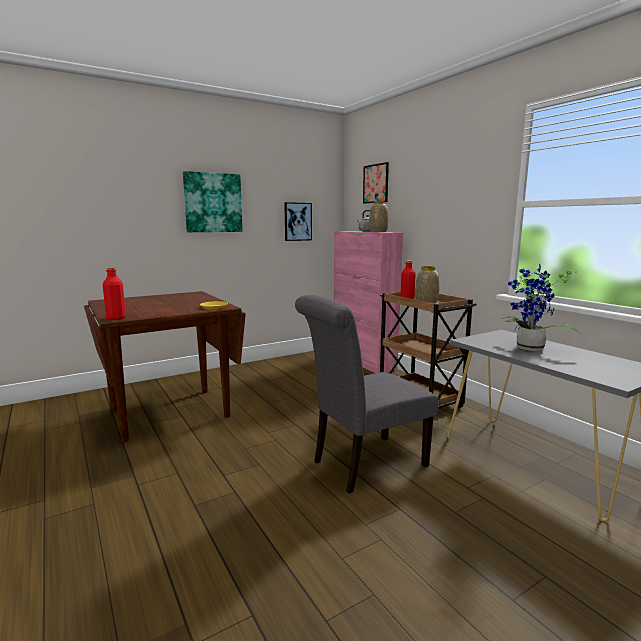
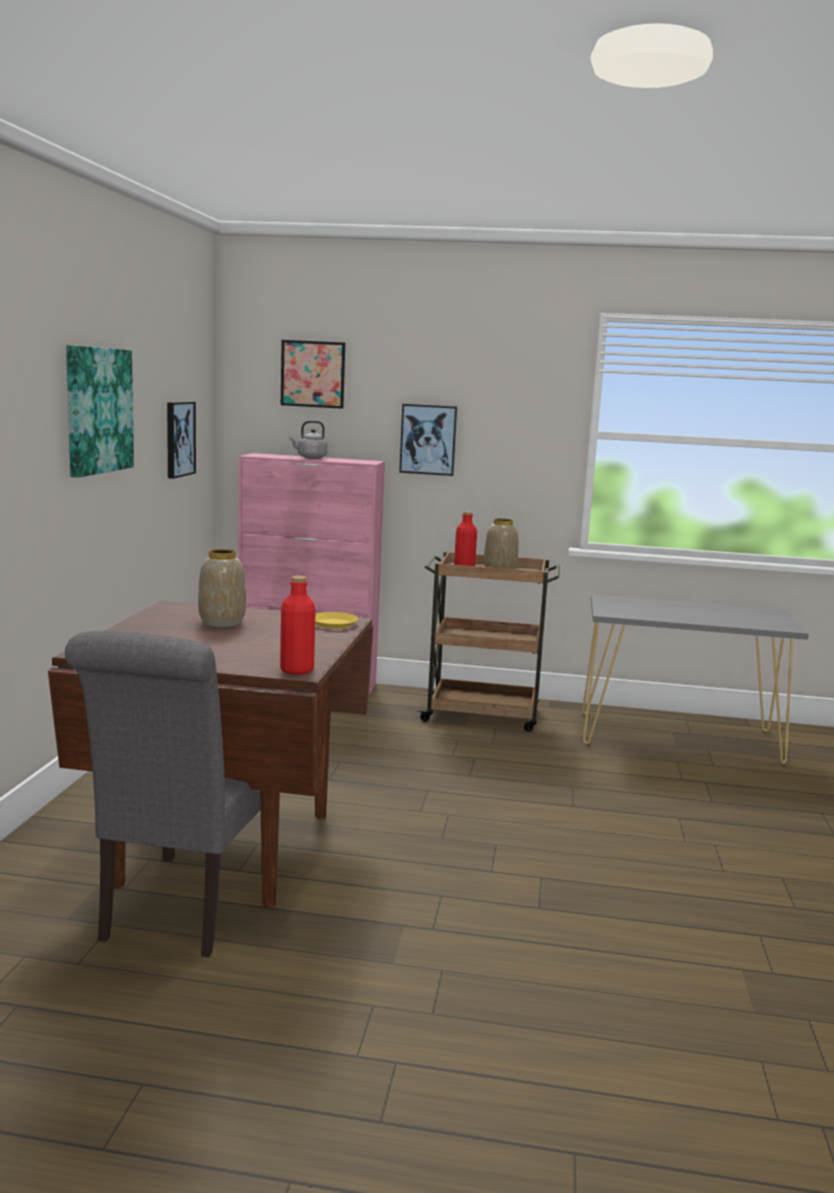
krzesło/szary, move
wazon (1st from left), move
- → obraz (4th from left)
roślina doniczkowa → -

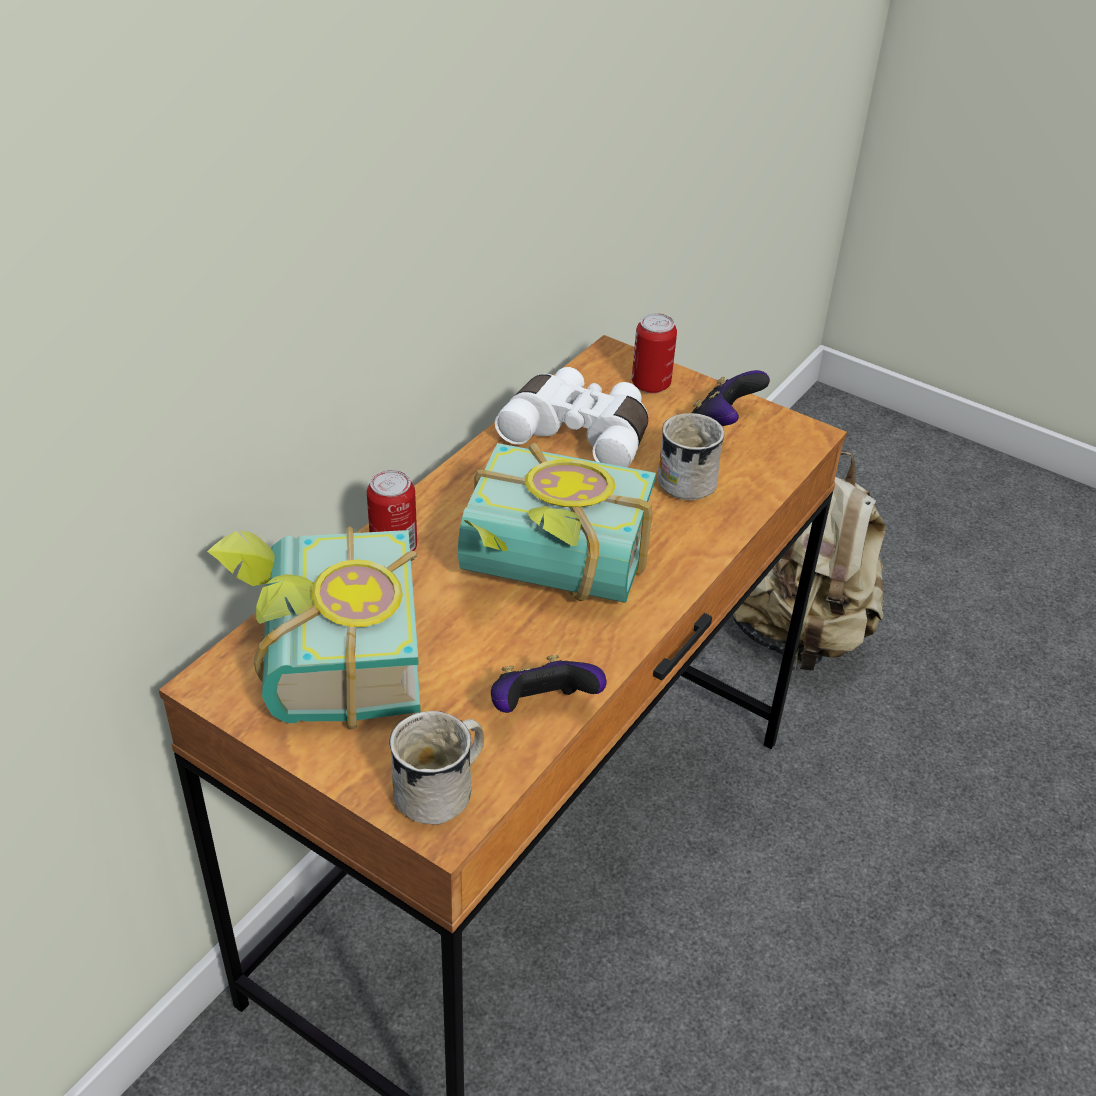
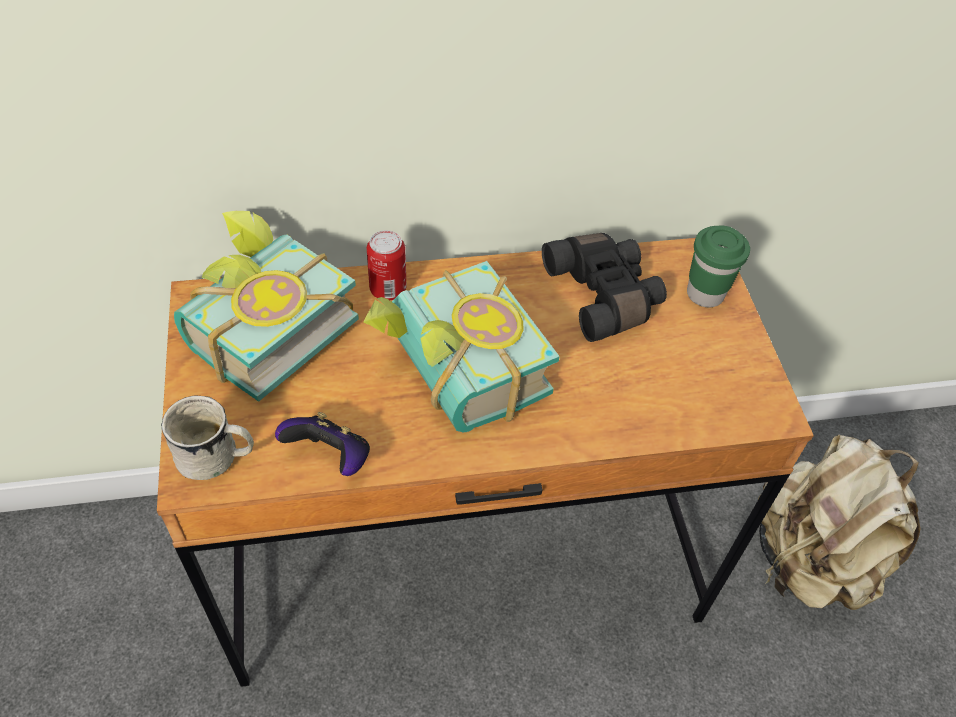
lornetka/biały → lornetka/czarny
puszka (2nd from left) → filiżanka/zielony
kubek/biały (2nd from left) → -
pad do gier (2nd from left) → -

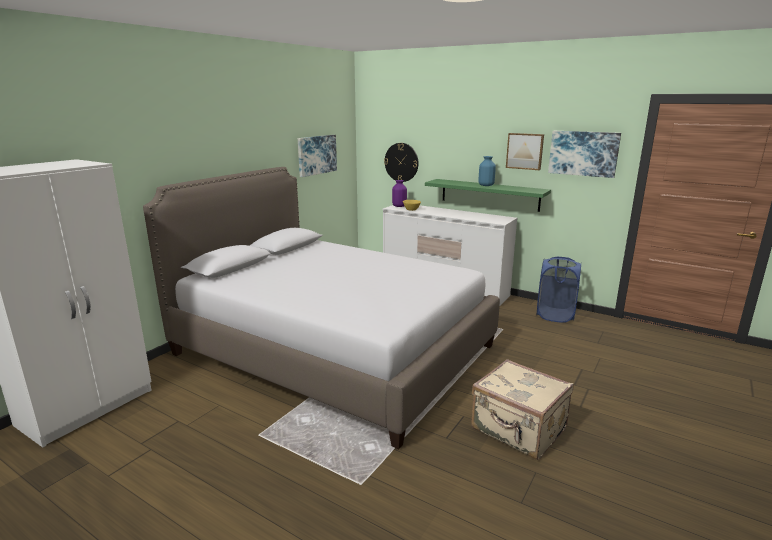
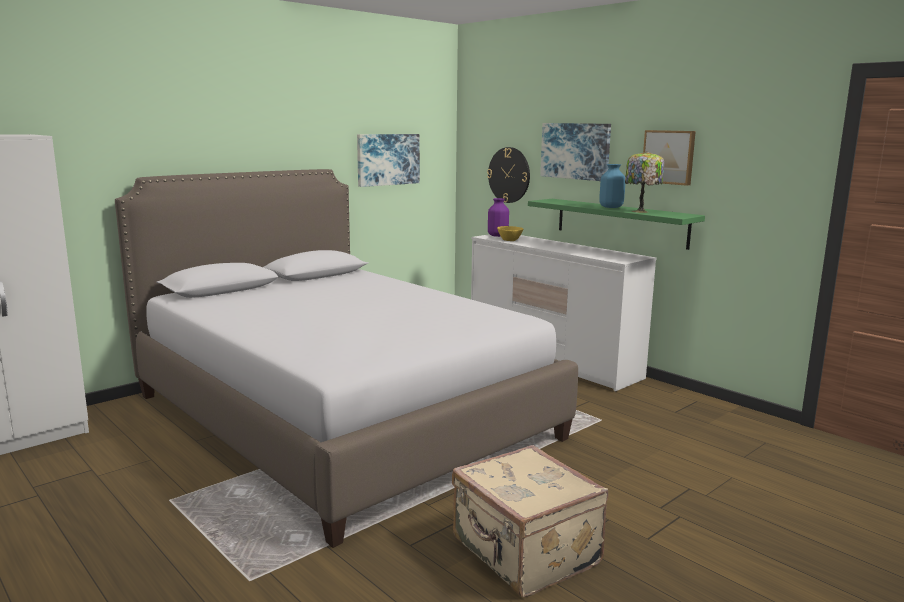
obraz (3rd from left in the first image) → obraz (2nd from left), move
- → lampa stołowa
kosz na pranie/niebieski → -

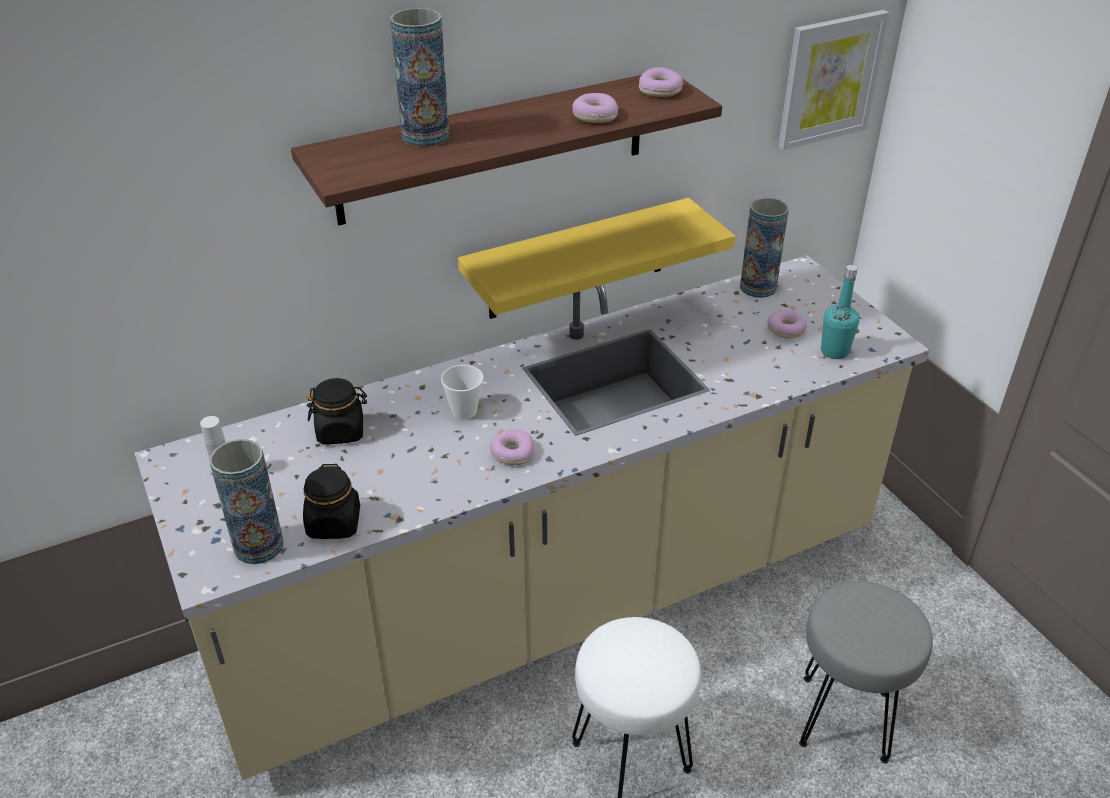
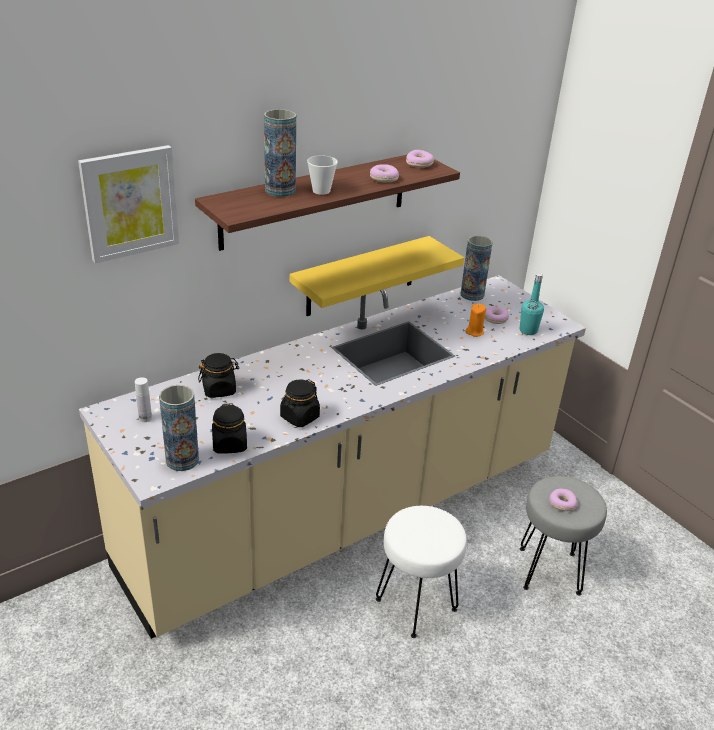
obraz, move
- → słoik/czarny (3rd from left)
filiżanka, move
- → świeca/pomarańczowy
donut (1st from left in the first image) → donut (4th from left), move

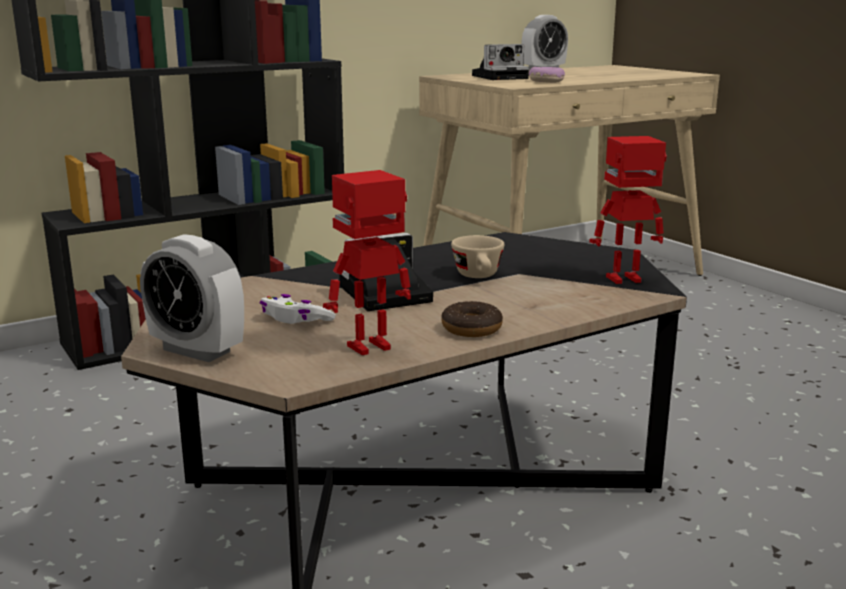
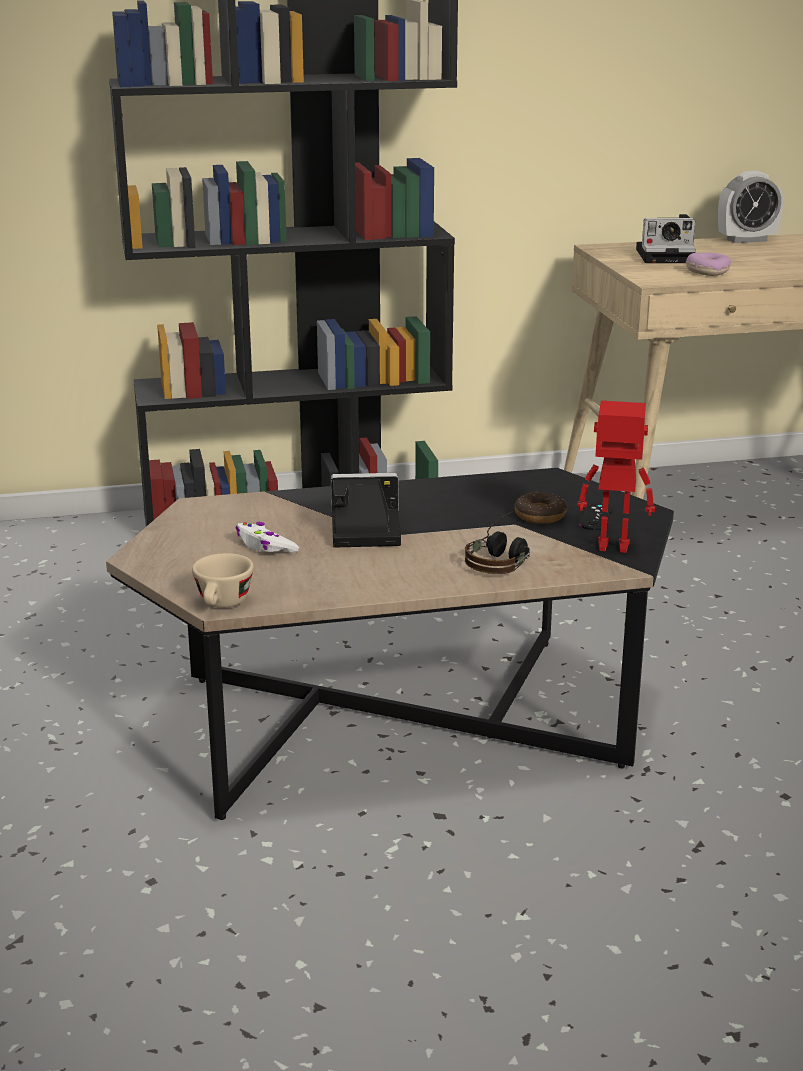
filiżanka/beżowy, move
- → słuchawki
donut (1st from left), move
- → pad do gier/czarny
budzik (1st from left) → -
robot zabawkowy (1st from left) → -

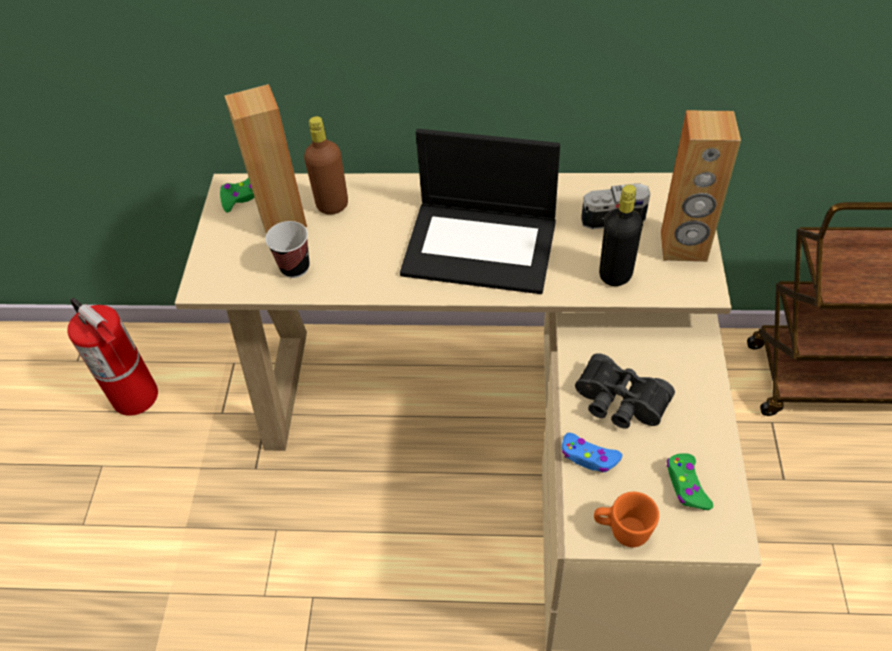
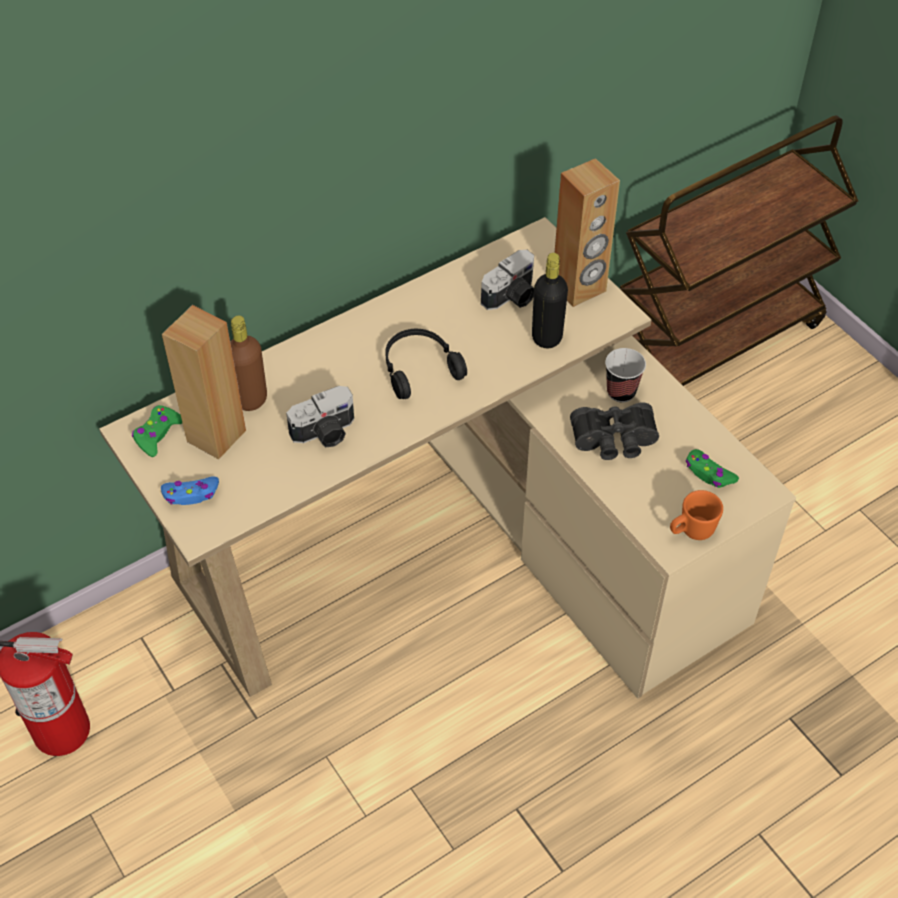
pad do gier/niebieski, move
- → aparat fotograficzny (1st from left)
laptop → słuchawki/czarny
filiżanka, move

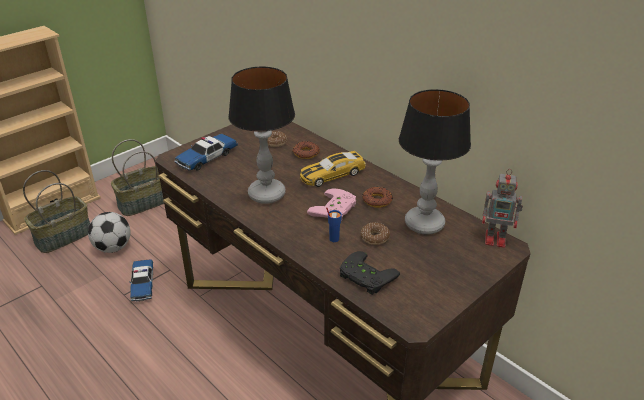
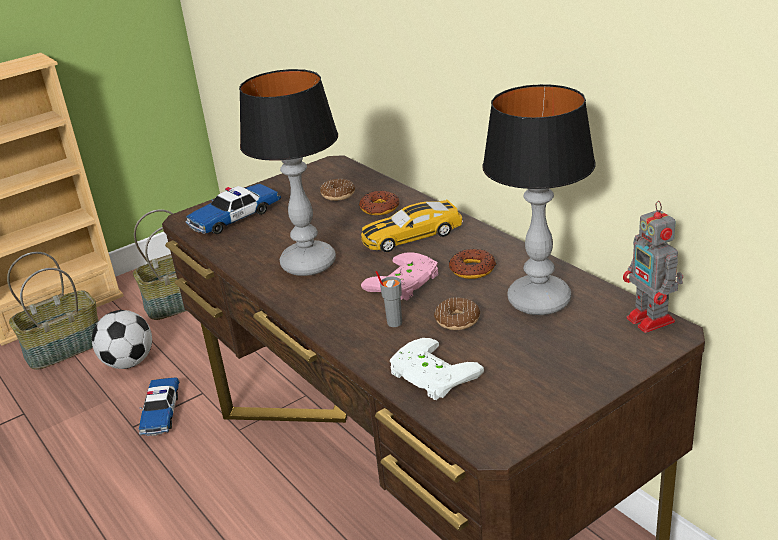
filiżanka/niebieski → filiżanka/szary
pad do gier/czarny → pad do gier/biały
robot zabawkowy, 45 degrees clockwise

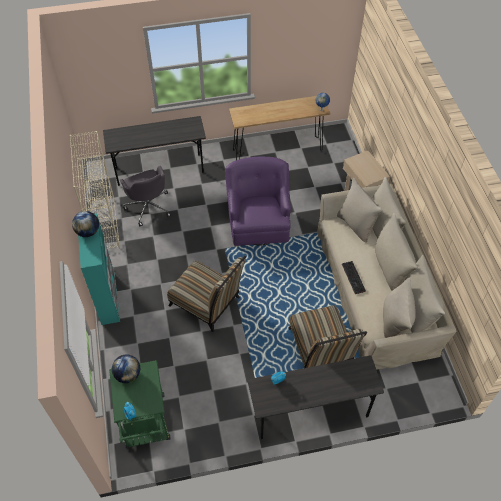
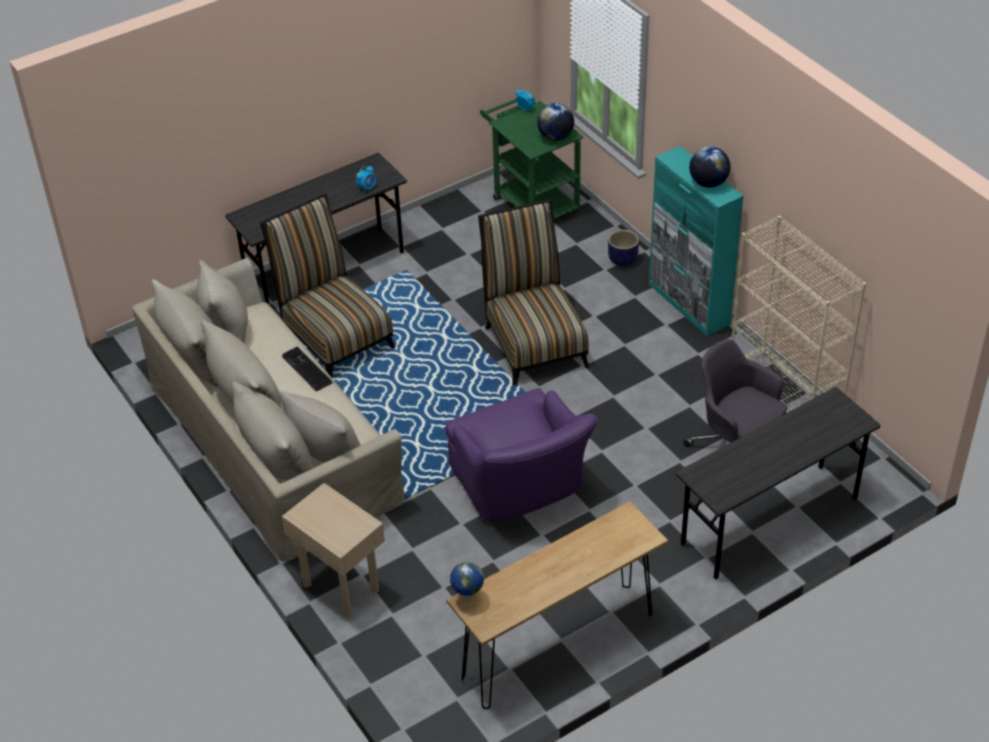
krzesło (1st from left in the first image) → krzesło (2nd from left), 60 degrees clockwise
- → donica

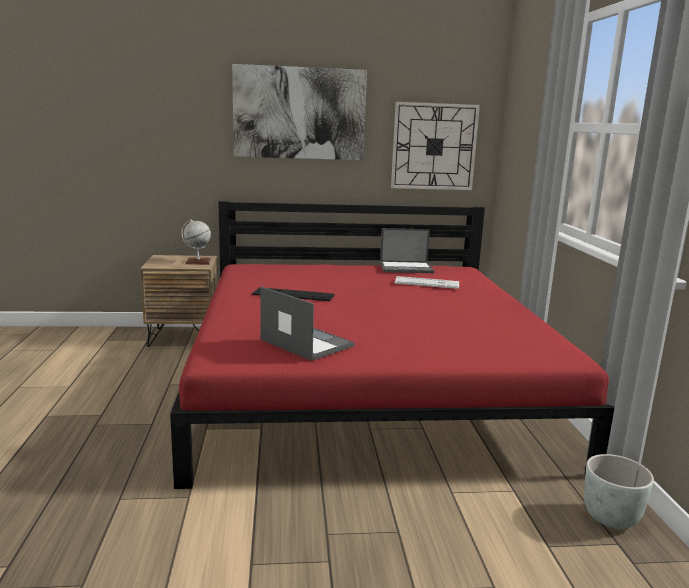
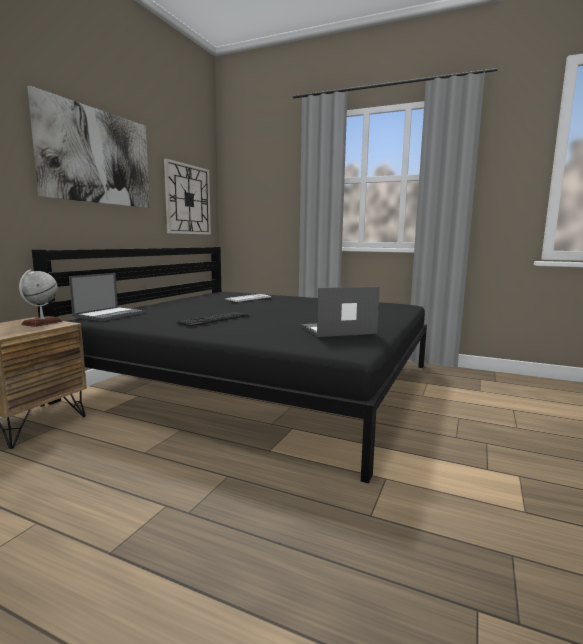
łóżko/czerwony → łóżko/czarny
laptop (2nd from left in the first image) → laptop (1st from left), move
donica/szary → -

